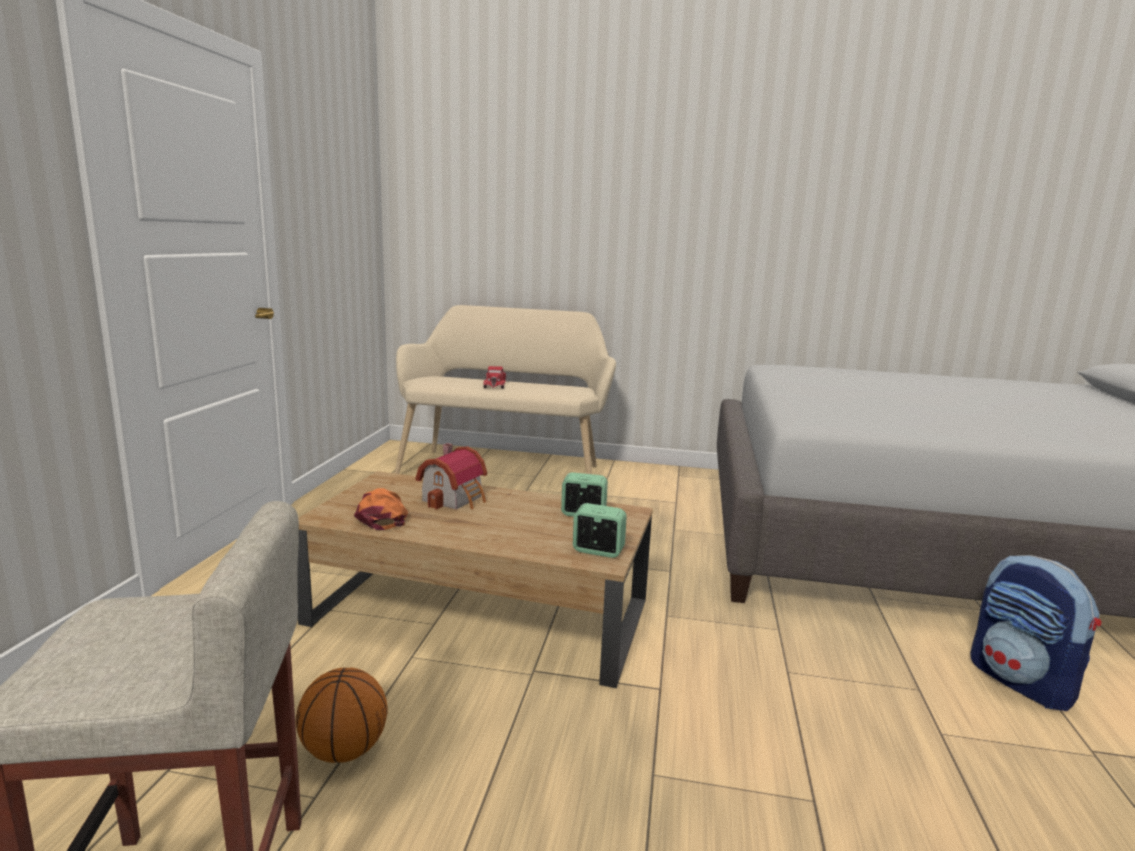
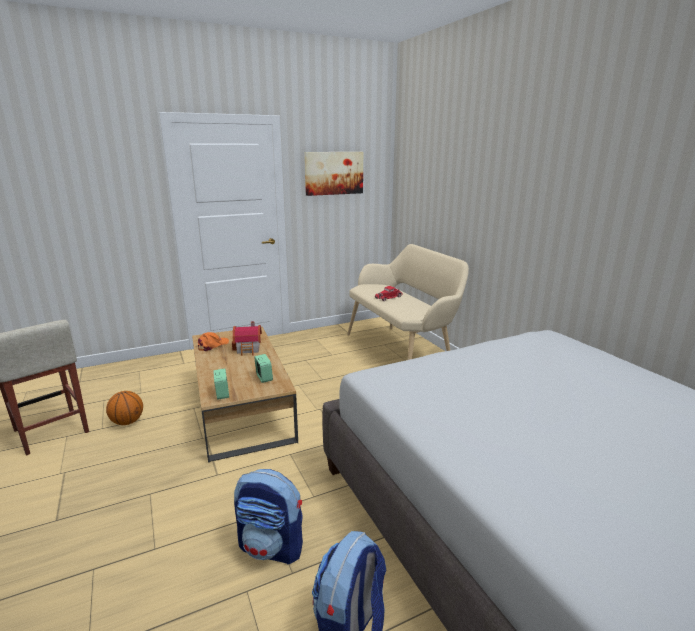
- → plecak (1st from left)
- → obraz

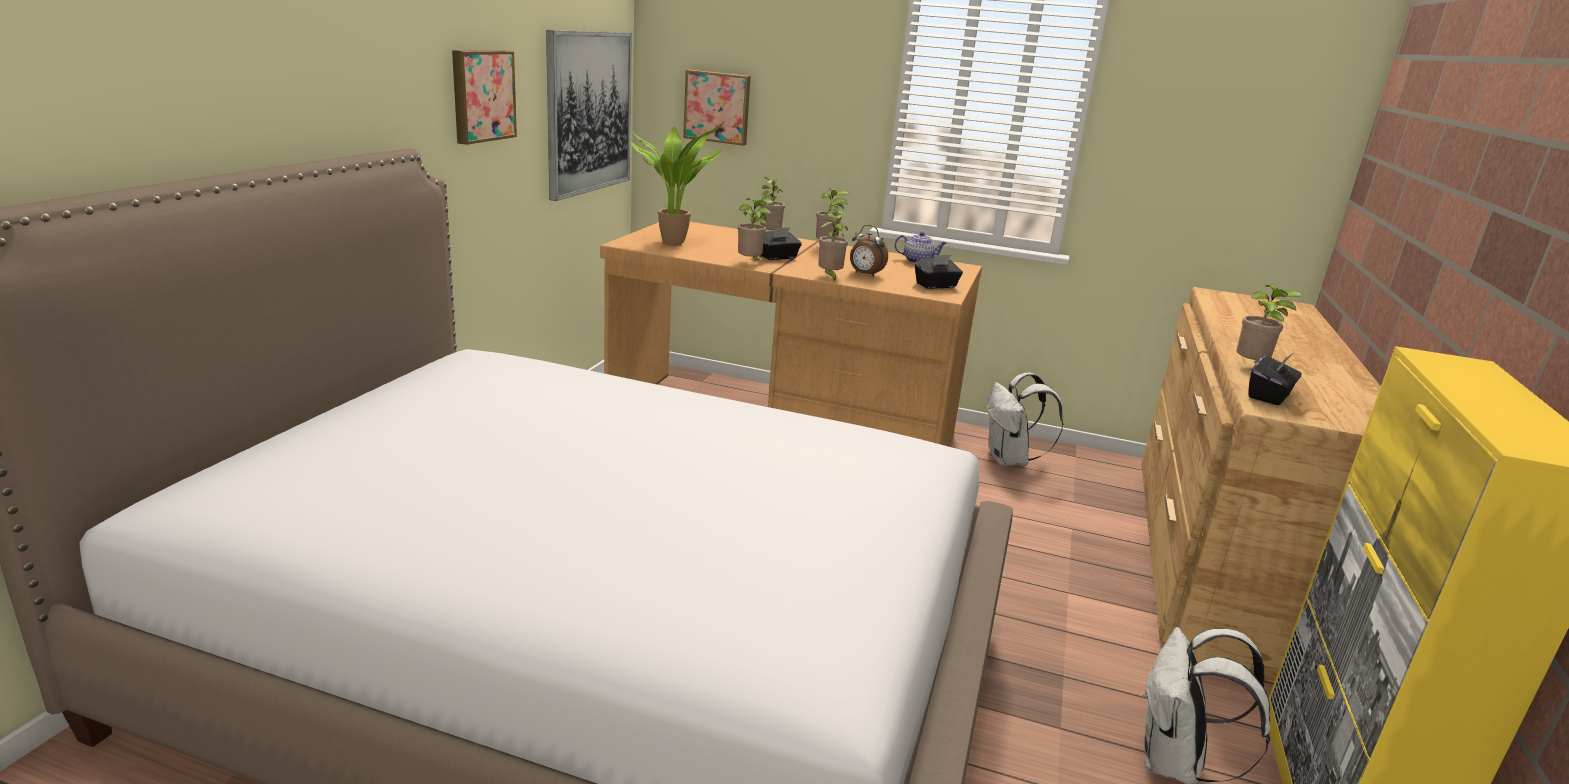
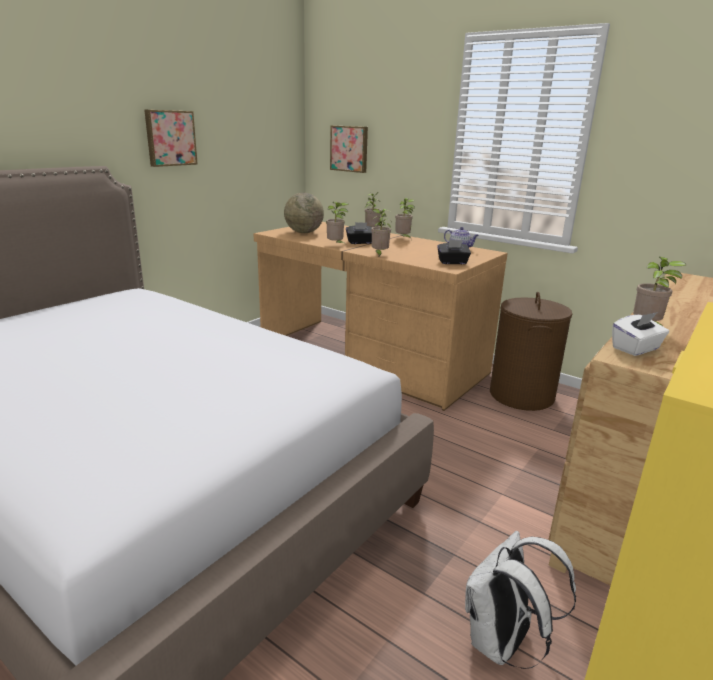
roślina doniczkowa (1st from left) → globus
plecak/biały (1st from left) → kosz na pranie/brązowy
pudełko chusteczek/czarny (3rd from left) → pudełko chusteczek/biały
obraz (2nd from left) → -
budzik → -

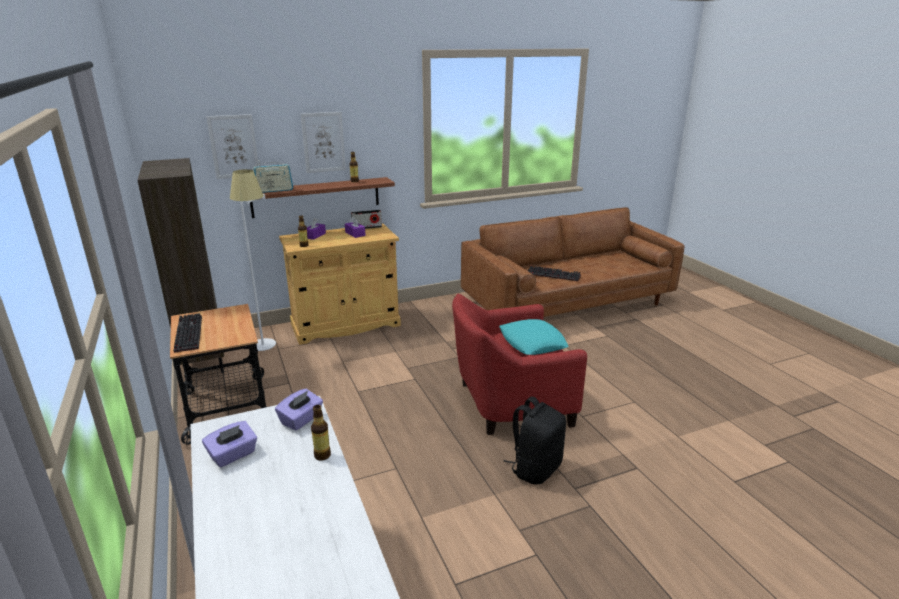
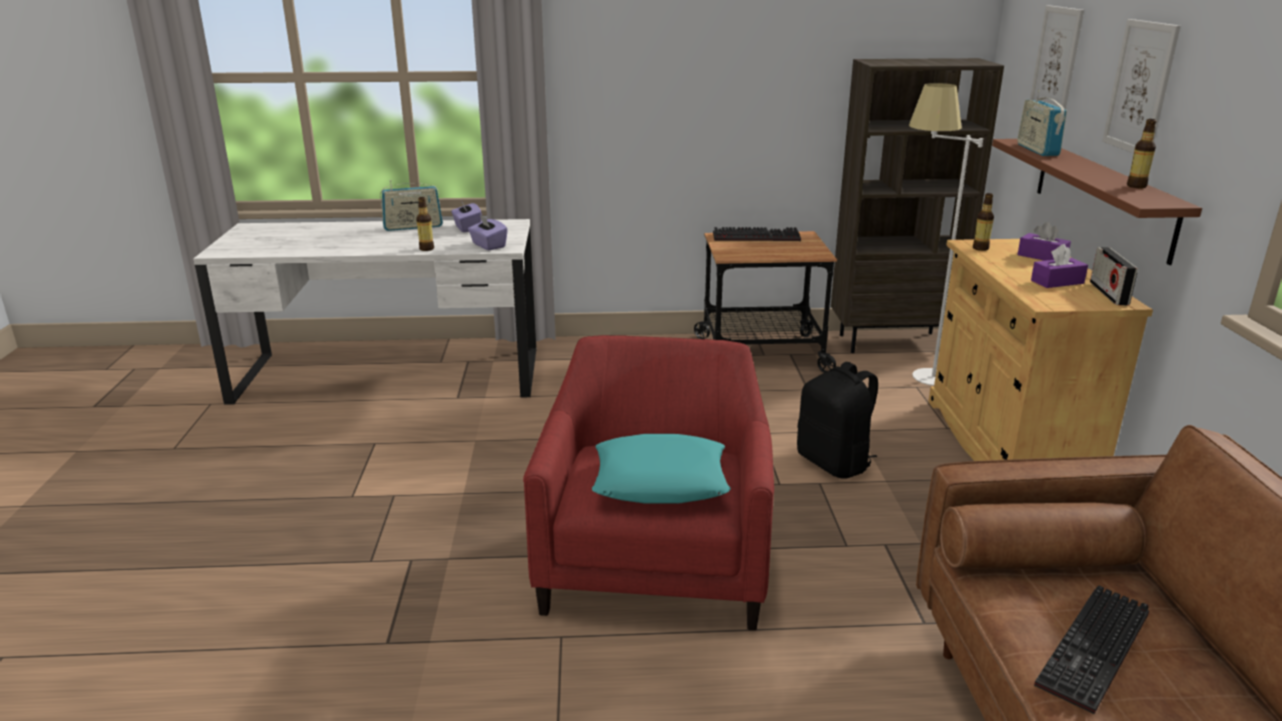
- → radio (1st from left)
plecak/czarny, move

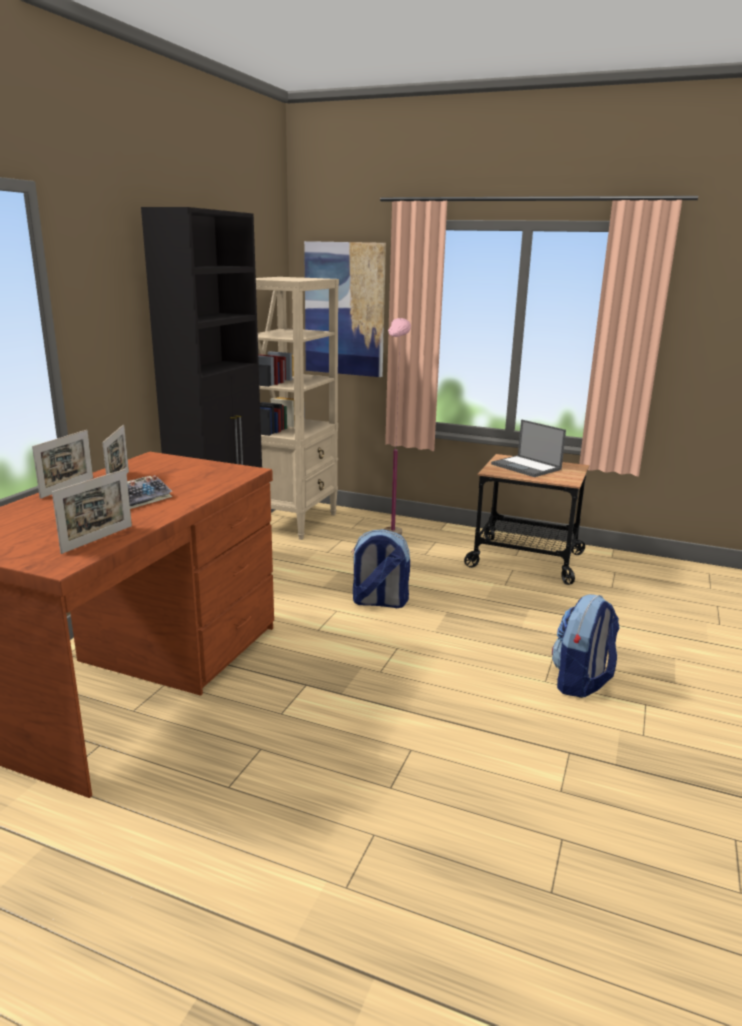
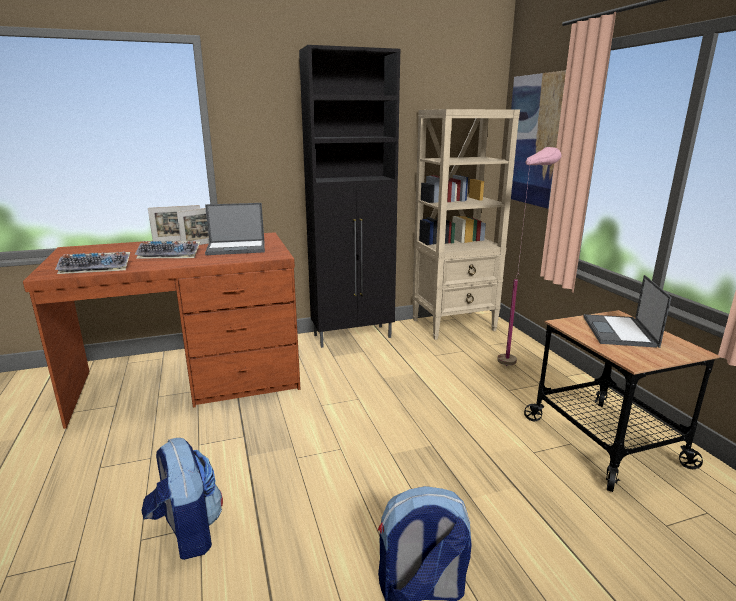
ramka na zdjęcie (2nd from left) → klawiatura (1st from left)
plecak (1st from left), move
- → laptop (1st from left)

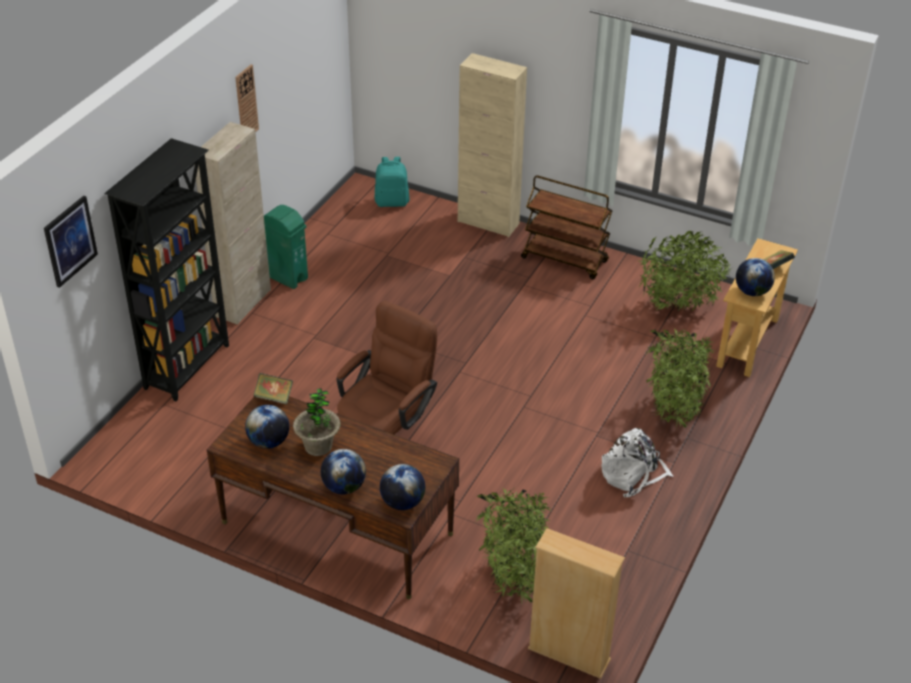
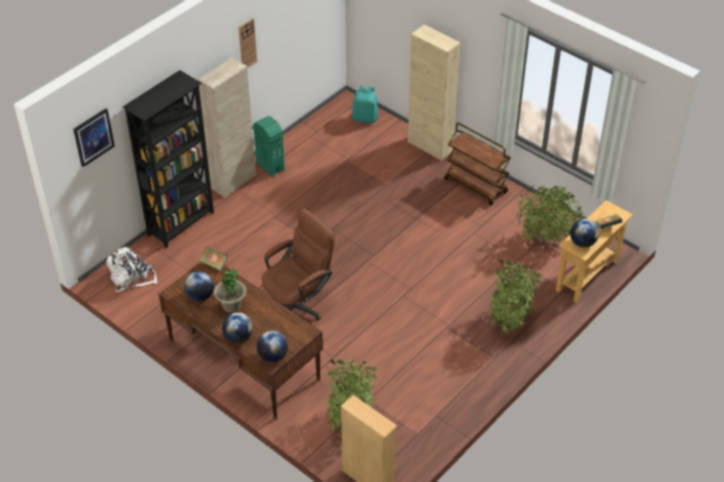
plecak/biały, move

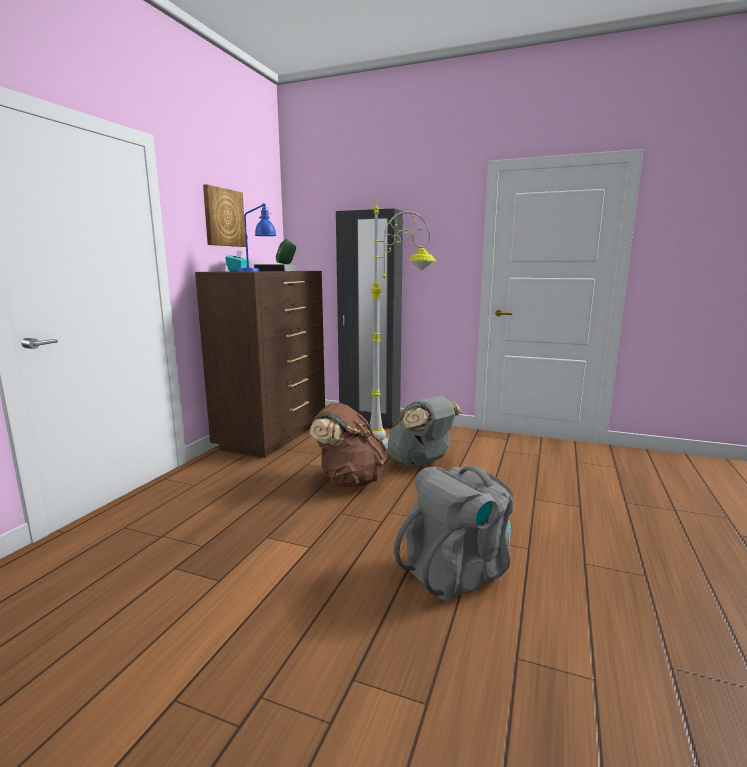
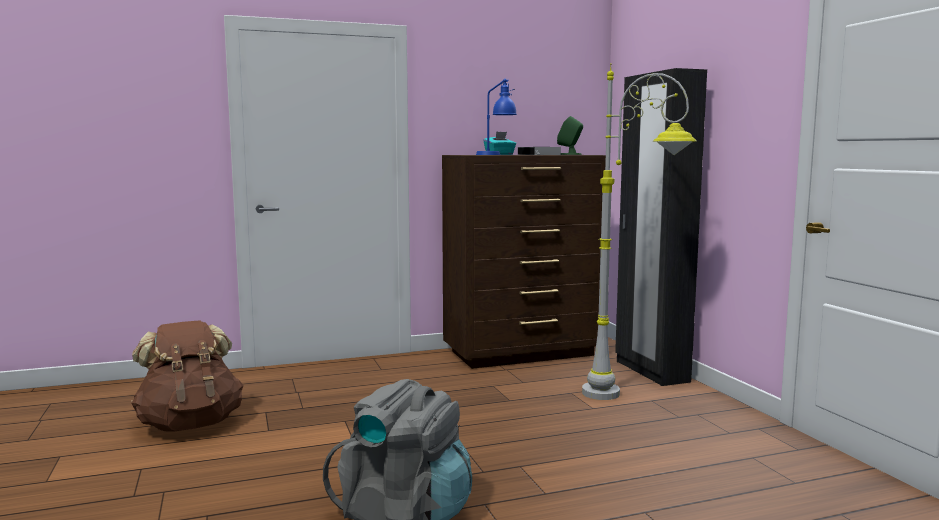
plecak/brązowy, move
obraz → -
plecak/szary (1st from left) → -

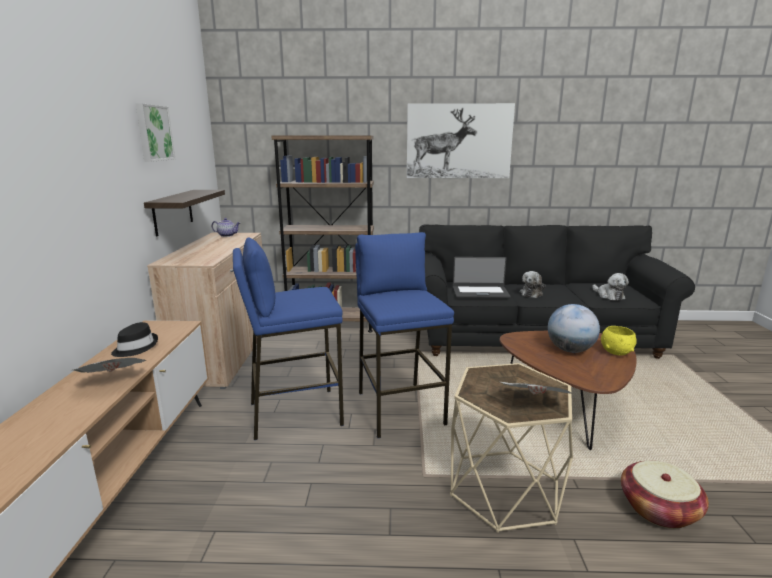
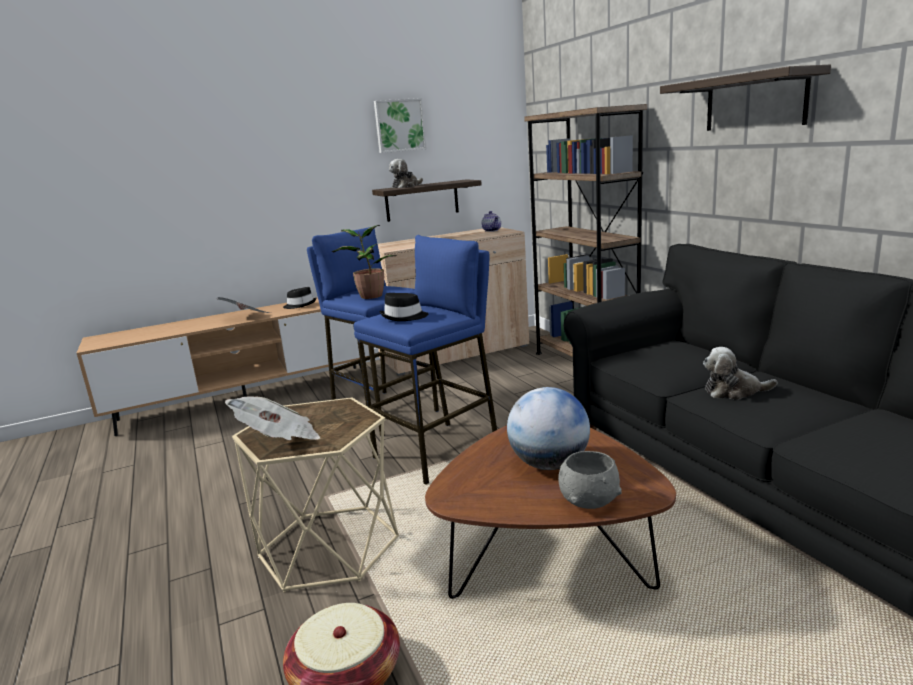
- → roślina doniczkowa
- → kapelusz/czarny (2nd from left)
pluszak (2nd from left in the first image) → pluszak (1st from left), move
miska/żółty → miska/szary
obraz (2nd from left) → półka (2nd from left)
laptop → -

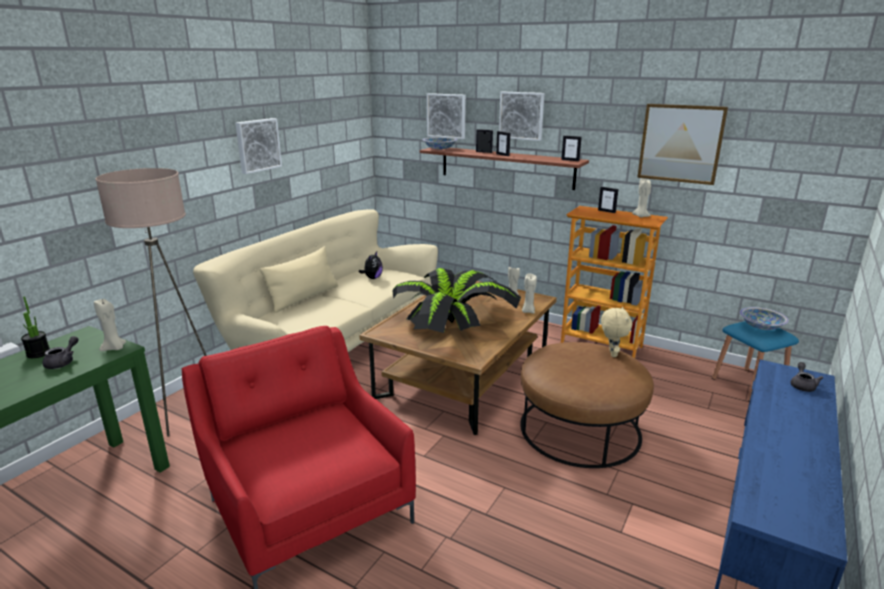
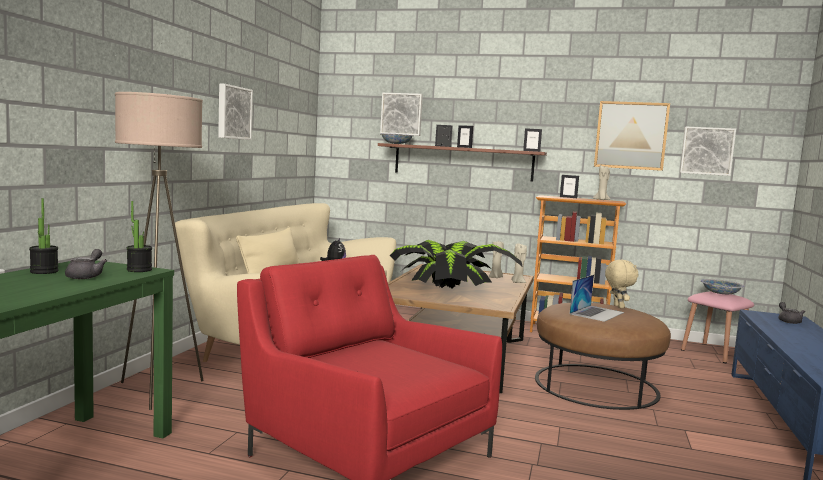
świeca/beżowy (1st from left) → roślina doniczkowa (2nd from left)
- → laptop
obraz (3rd from left in the first image) → obraz (4th from left), move
stołek/niebieski → stołek/różowy

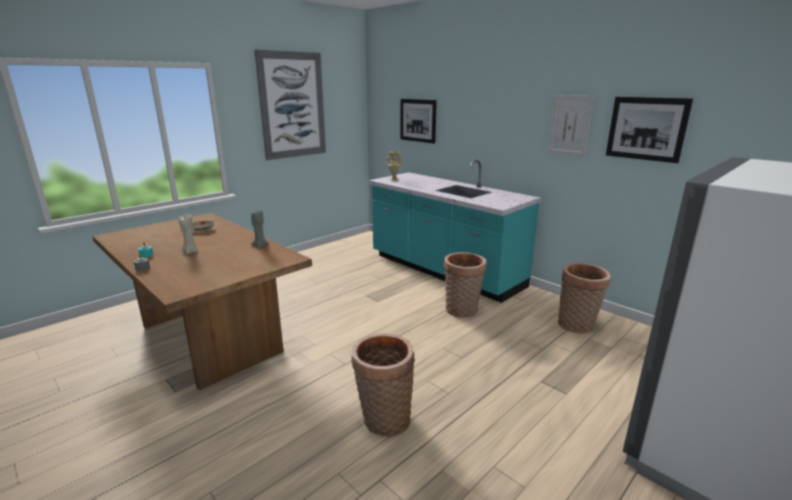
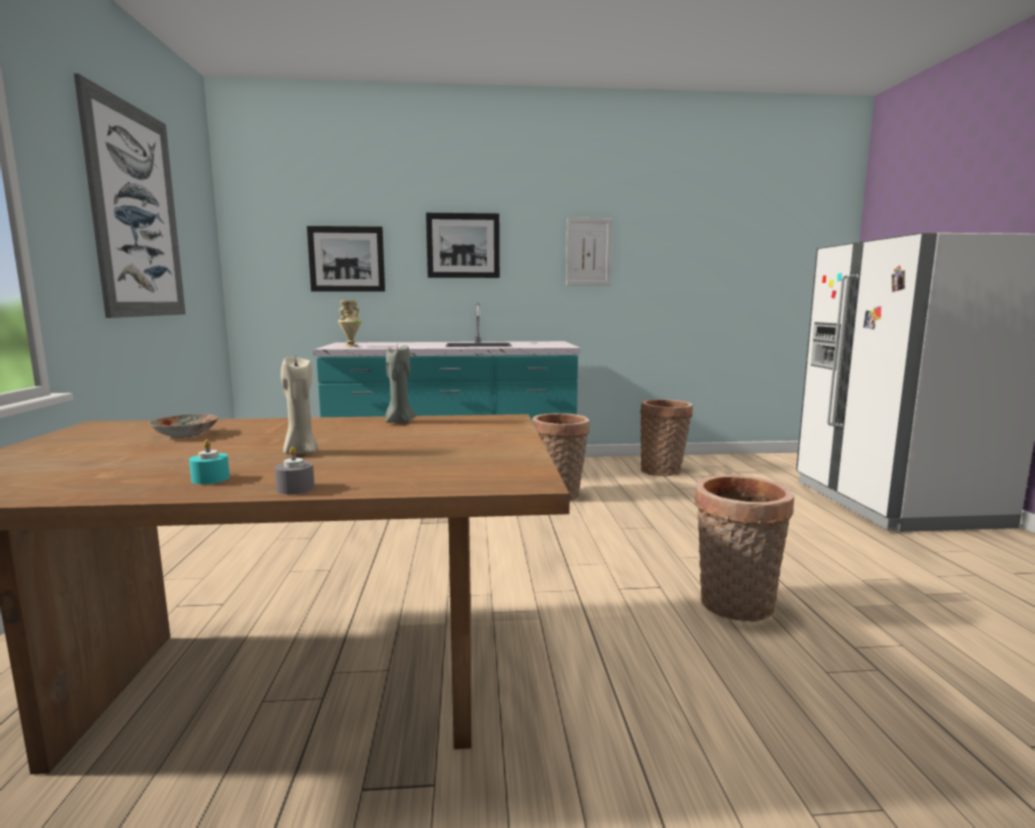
obraz (4th from left in the first image) → obraz (3rd from left), move

